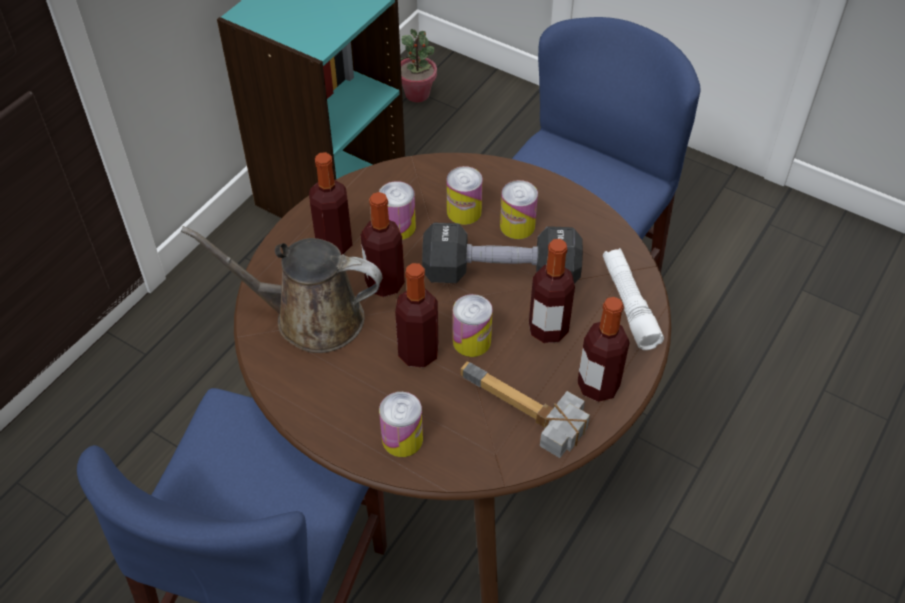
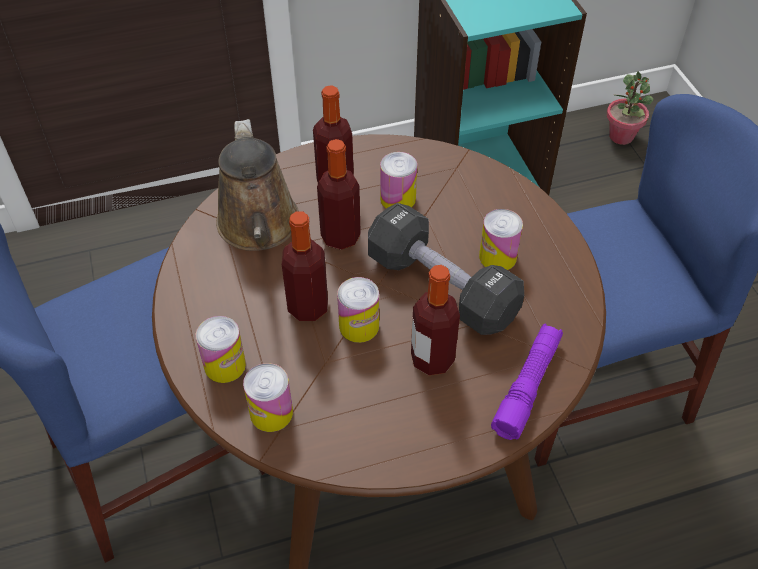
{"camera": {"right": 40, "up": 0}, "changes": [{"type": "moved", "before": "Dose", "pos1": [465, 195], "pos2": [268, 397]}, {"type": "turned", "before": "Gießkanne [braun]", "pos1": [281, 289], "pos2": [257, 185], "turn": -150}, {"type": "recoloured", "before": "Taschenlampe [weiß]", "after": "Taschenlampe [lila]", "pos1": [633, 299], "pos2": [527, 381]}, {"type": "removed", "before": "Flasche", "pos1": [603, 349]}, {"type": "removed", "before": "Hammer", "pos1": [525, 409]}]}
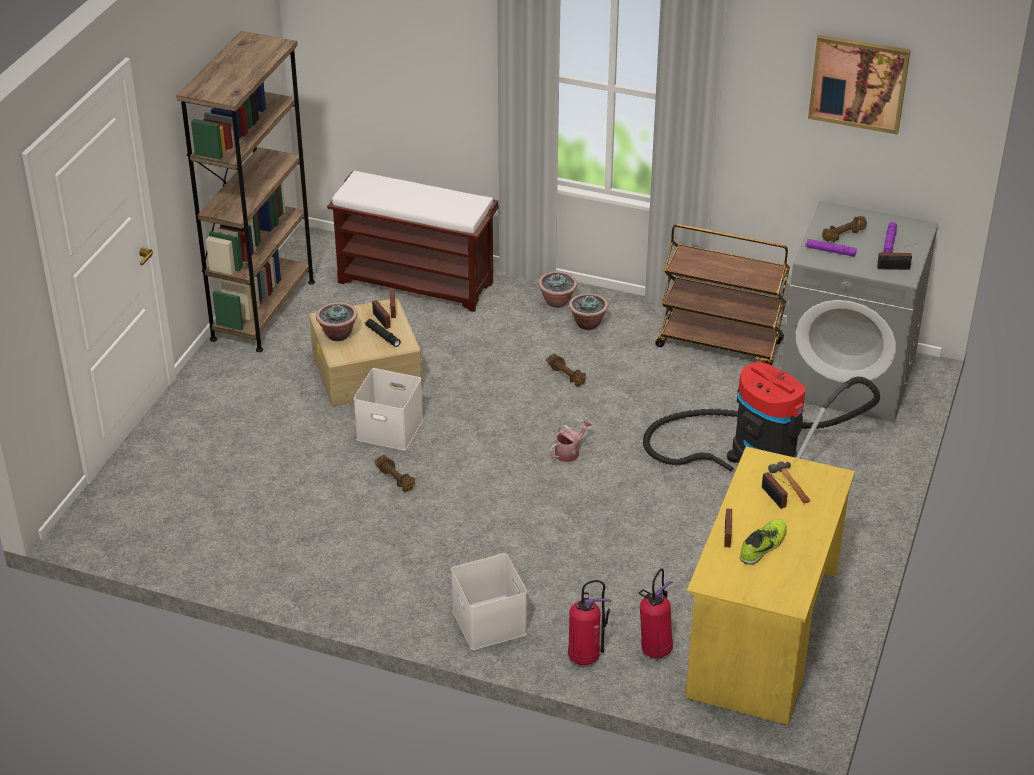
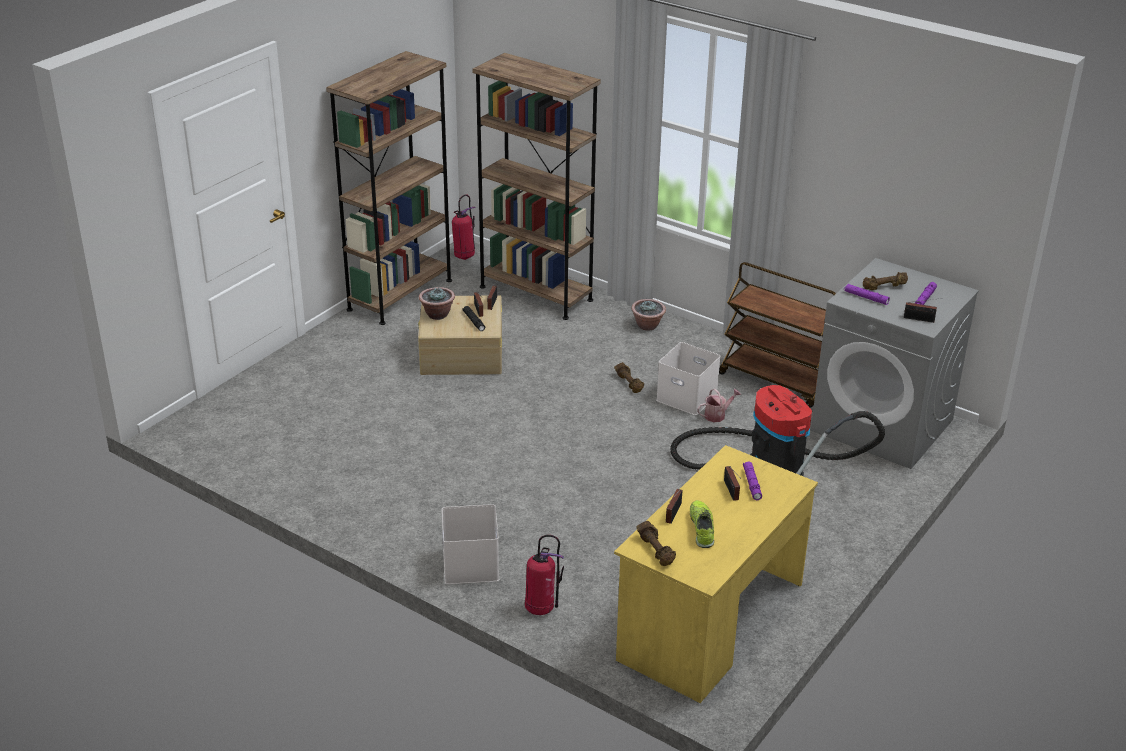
{"camera": {"right": 15, "up": -5}, "changes": [{"type": "removed", "before": "Bild", "pos1": [859, 84]}, {"type": "replaced", "before": "Bank [braun]", "after": "Bücherregal [braun]", "pos1": [413, 241], "pos2": [536, 186]}, {"type": "removed", "before": "Topfpflanze", "pos1": [588, 311]}, {"type": "moved", "before": "Aufbewahrungsbox [weiß]", "pos1": [388, 409], "pos2": [688, 378]}, {"type": "moved", "before": "Gießkanne", "pos1": [571, 441], "pos2": [719, 405]}, {"type": "moved", "before": "Hantel [braun]", "pos1": [394, 473], "pos2": [656, 543]}, {"type": "replaced", "before": "Hammer", "after": "Taschenlampe [lila]", "pos1": [789, 482], "pos2": [752, 480]}, {"type": "turned", "before": "Schuh", "pos1": [763, 541], "pos2": [702, 524], "turn": -60}, {"type": "moved", "before": "Feuerlöscher", "pos1": [656, 613], "pos2": [464, 227]}]}
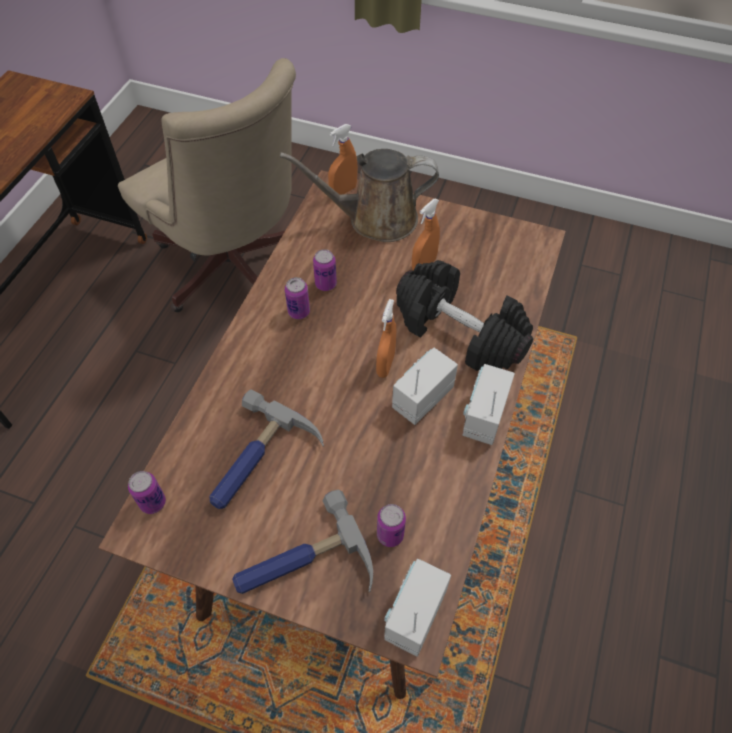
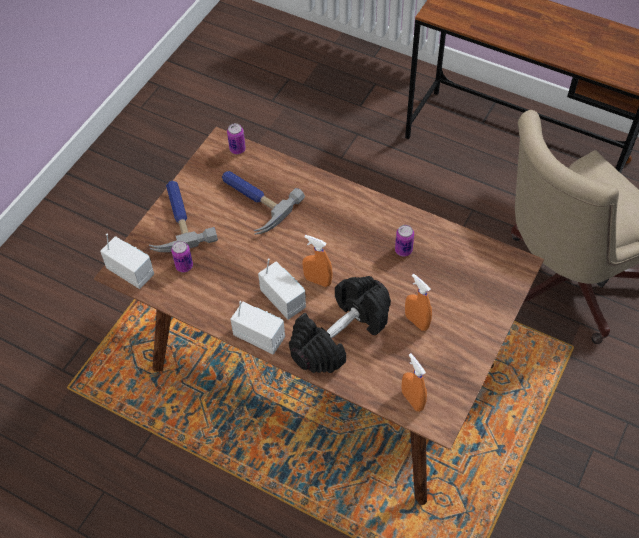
{"camera": {"right": 100, "up": 0}, "changes": [{"type": "moved", "before": "Sprühflasche [orange]", "pos1": [343, 159], "pos2": [414, 382]}, {"type": "removed", "before": "Gießkanne [braun]", "pos1": [359, 195]}, {"type": "removed", "before": "Dose", "pos1": [297, 298]}]}
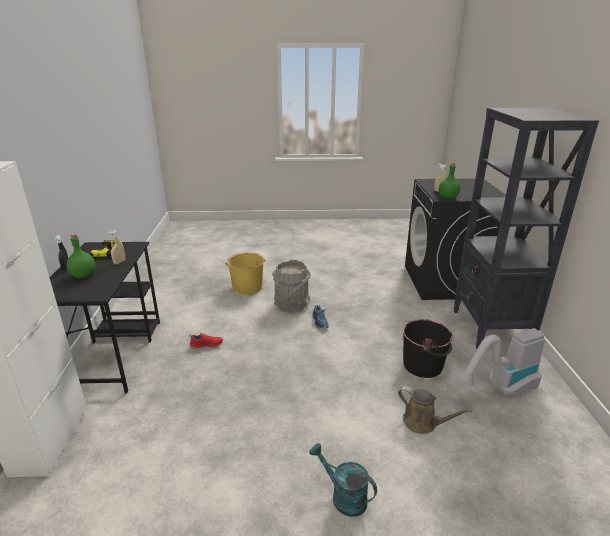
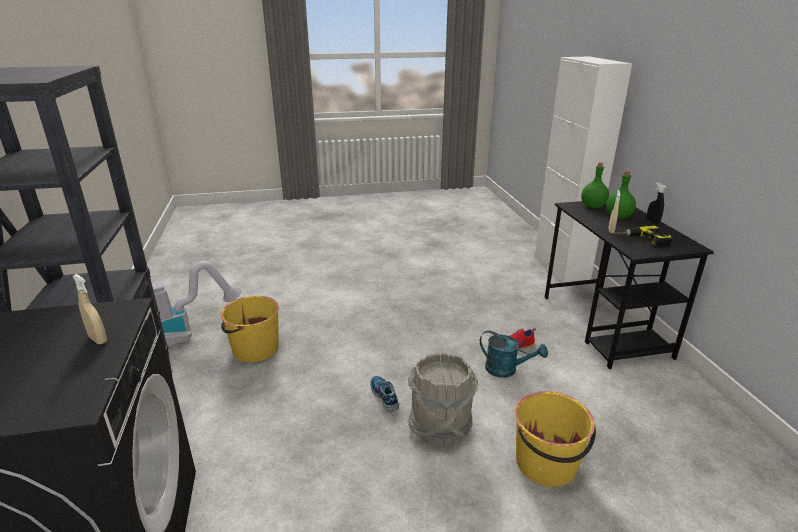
{"camera": {"right": 170, "up": 0}, "changes": [{"type": "moved", "before": "Flasche [grün]", "pos1": [449, 181], "pos2": [595, 185]}, {"type": "recoloured", "before": "Eimer [schwarz]", "after": "Eimer [gelb]", "pos1": [428, 348], "pos2": [249, 329]}, {"type": "removed", "before": "Gießkanne [braun]", "pos1": [435, 410]}, {"type": "moved", "before": "Gießkanne [türkis]", "pos1": [343, 480], "pos2": [514, 354]}]}
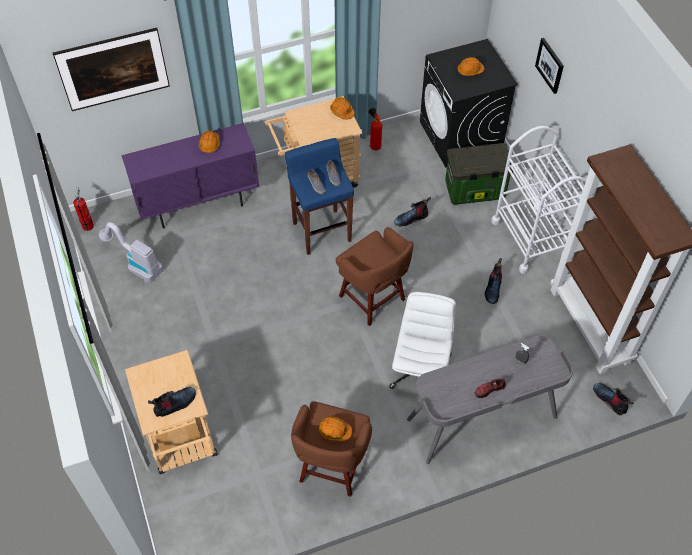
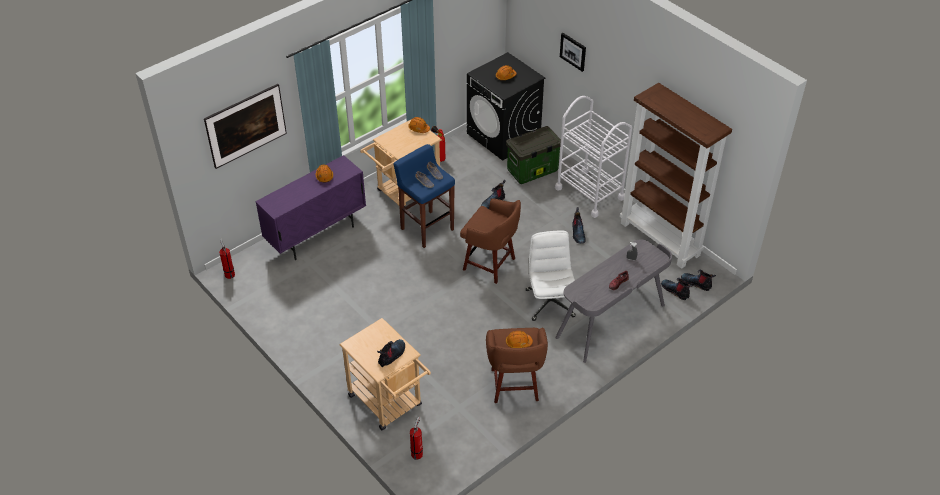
{"camera": {"right": -20, "up": -10}, "changes": [{"type": "removed", "before": "Staubsauger", "pos1": [131, 252]}, {"type": "added", "after": "Stiefel", "pos2": [677, 289]}, {"type": "added", "after": "Feuerlöscher", "pos2": [416, 438]}]}
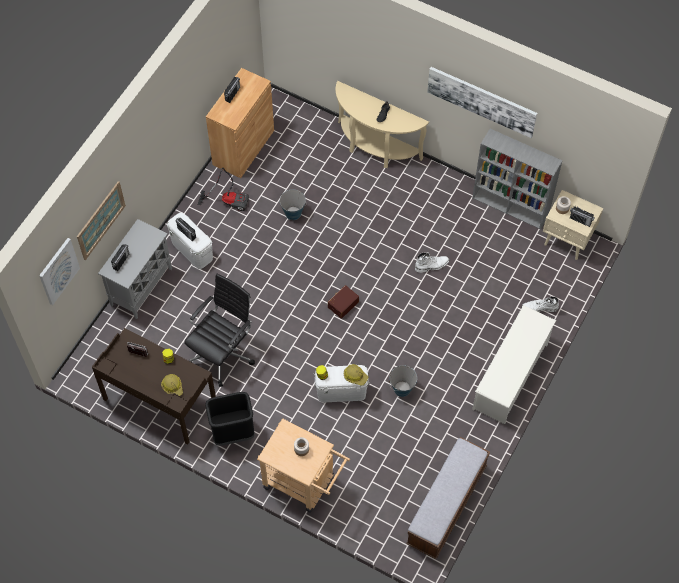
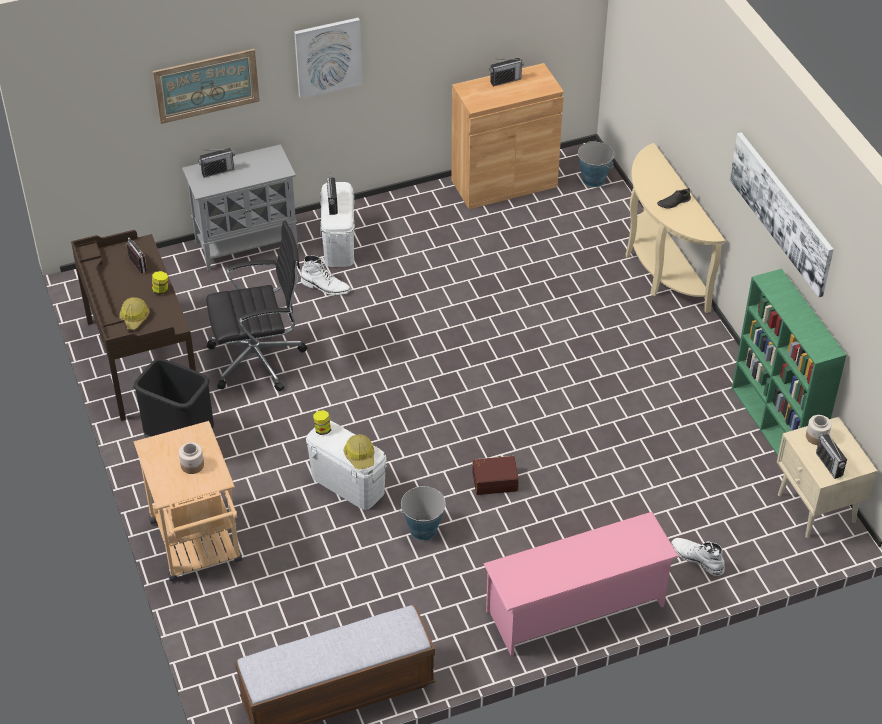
{"camera": {"right": 40, "up": -15}, "changes": [{"type": "recoloured", "before": "Bücherregal [grau]", "after": "Bücherregal [grün]", "pos1": [517, 179], "pos2": [789, 362]}, {"type": "removed", "before": "Staubsauger", "pos1": [223, 189]}, {"type": "moved", "before": "Eimer", "pos1": [293, 204], "pos2": [596, 164]}, {"type": "moved", "before": "Bild", "pos1": [59, 271], "pos2": [328, 58]}, {"type": "moved", "before": "Stiefel [weiß]", "pos1": [432, 262], "pos2": [326, 275]}, {"type": "moved", "before": "Aufbewahrungsbox [braun]", "pos1": [343, 302], "pos2": [495, 475]}, {"type": "recoloured", "before": "Schuhregal [weiß]", "after": "Schuhregal [rosa]", "pos1": [514, 364], "pos2": [581, 584]}]}
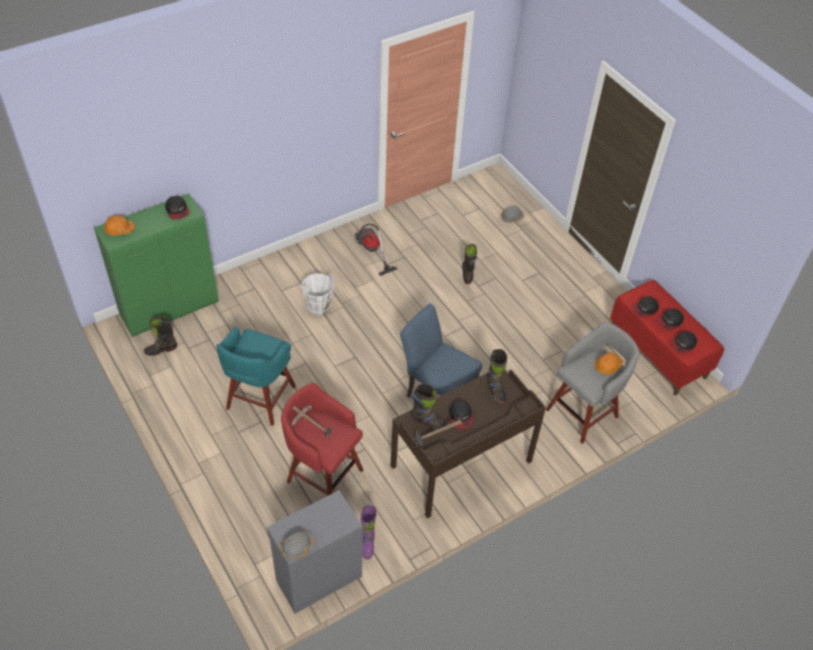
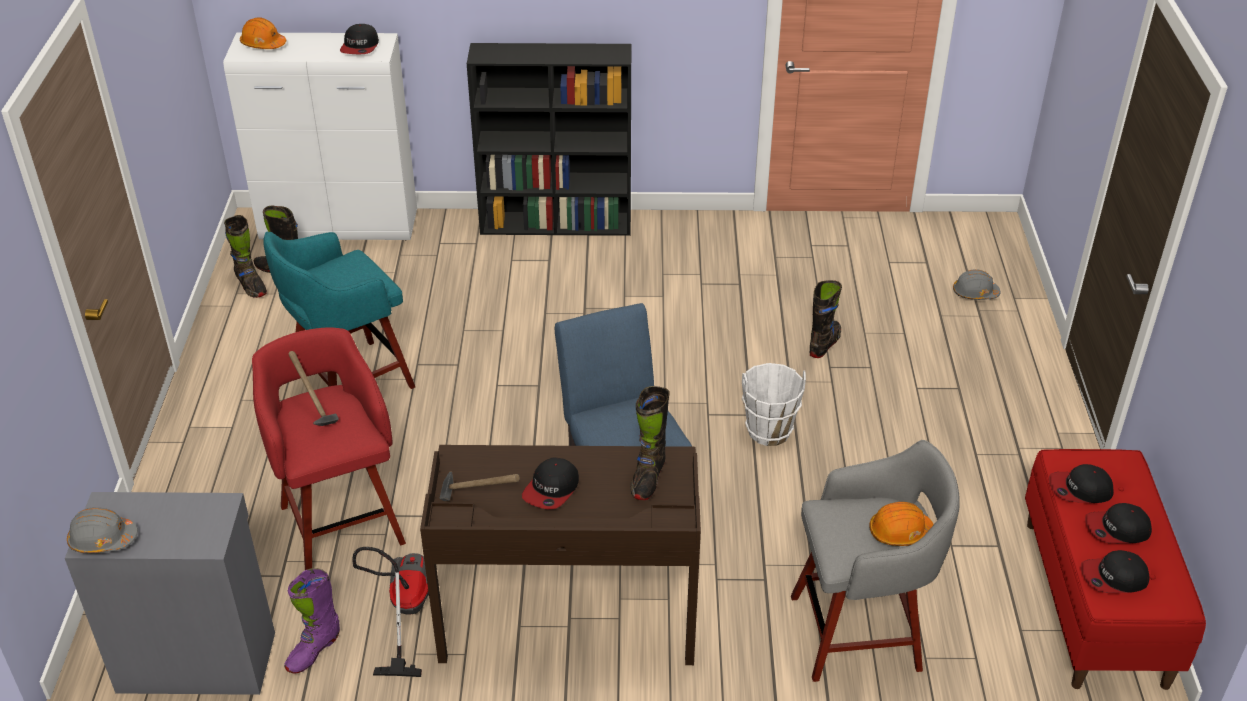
{"camera": {"right": 35, "up": -10}, "changes": [{"type": "recoloured", "before": "Schrank [grün]", "after": "Schrank [weiß]", "pos1": [156, 265], "pos2": [320, 136]}, {"type": "moved", "before": "Staubsauger", "pos1": [375, 250], "pos2": [394, 612]}, {"type": "moved", "before": "Eimer [weiß]", "pos1": [318, 294], "pos2": [774, 404]}, {"type": "moved", "before": "Stiefel [schwarz]", "pos1": [429, 406], "pos2": [245, 256]}, {"type": "added", "after": "Bücherregal [schwarz]", "pos2": [549, 139]}]}
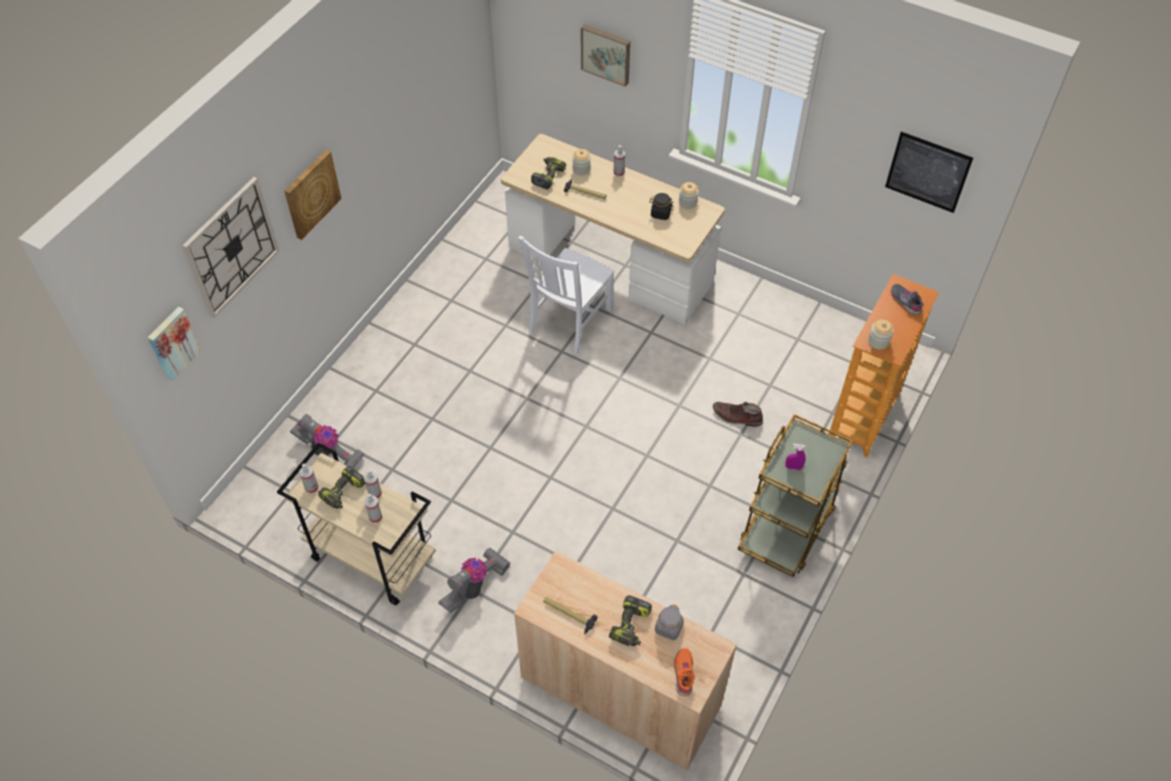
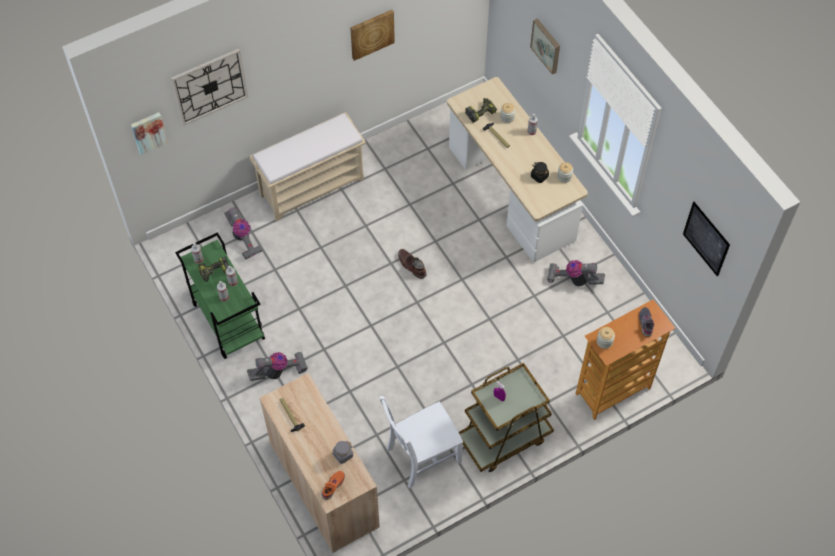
{"camera": {"right": 30, "up": 5}, "changes": [{"type": "moved", "before": "Bild", "pos1": [313, 194], "pos2": [372, 35]}, {"type": "moved", "before": "Stuhl [weiß]", "pos1": [566, 295], "pos2": [421, 442]}, {"type": "moved", "before": "Stiefel [braun]", "pos1": [738, 414], "pos2": [412, 264]}, {"type": "recoloured", "before": "Rollwagen [beige]", "after": "Rollwagen [grün]", "pos1": [356, 523], "pos2": [220, 295]}, {"type": "removed", "before": "Bohrmaschine", "pos1": [630, 620]}, {"type": "added", "after": "Bank [beige]", "pos2": [308, 166]}, {"type": "added", "after": "Staubsauger", "pos2": [576, 273]}]}
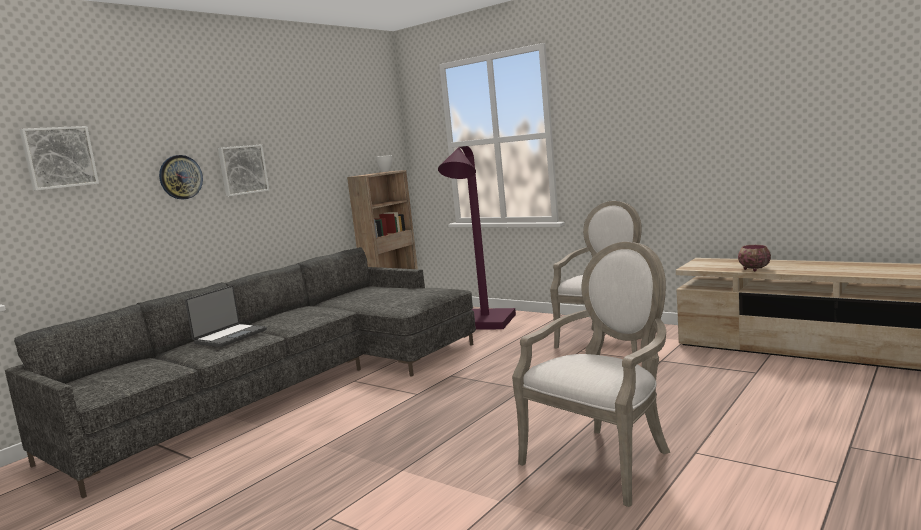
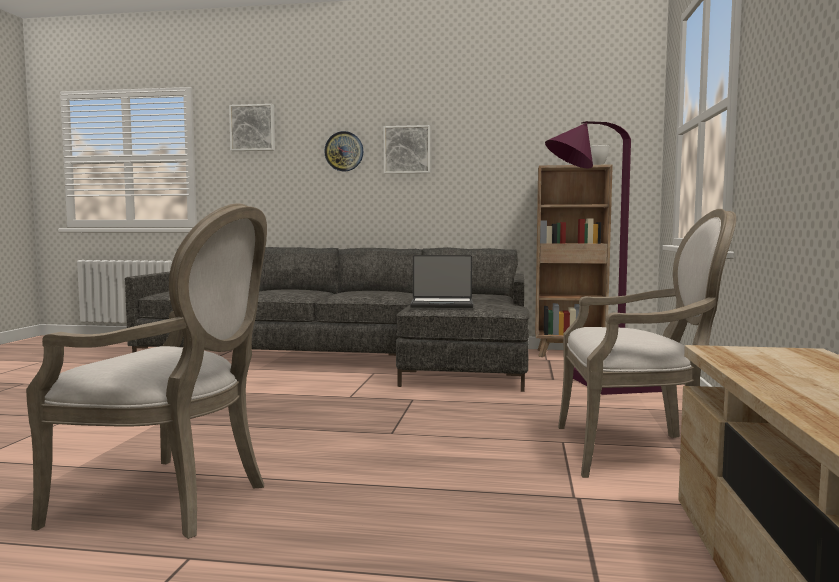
{"camera": {"right": 60, "up": -5}, "changes": [{"type": "removed", "before": "Schüssel", "pos1": [754, 258]}, {"type": "moved", "before": "Laptop", "pos1": [226, 316], "pos2": [441, 281]}]}
